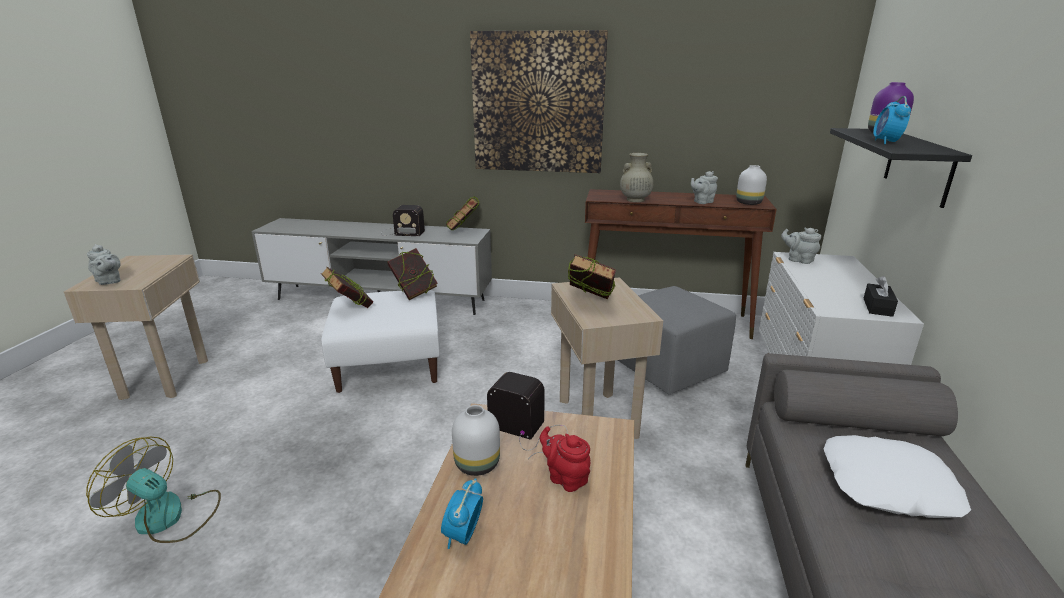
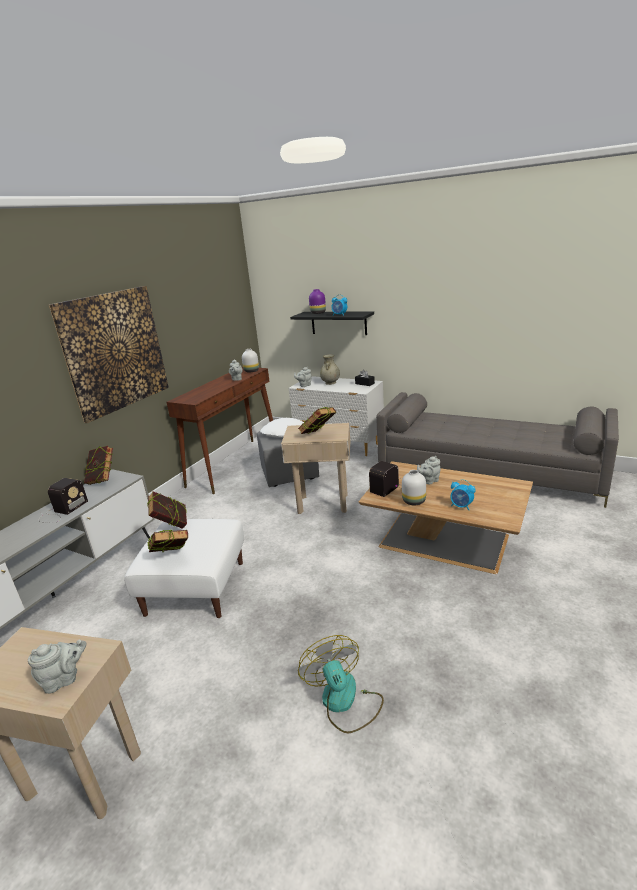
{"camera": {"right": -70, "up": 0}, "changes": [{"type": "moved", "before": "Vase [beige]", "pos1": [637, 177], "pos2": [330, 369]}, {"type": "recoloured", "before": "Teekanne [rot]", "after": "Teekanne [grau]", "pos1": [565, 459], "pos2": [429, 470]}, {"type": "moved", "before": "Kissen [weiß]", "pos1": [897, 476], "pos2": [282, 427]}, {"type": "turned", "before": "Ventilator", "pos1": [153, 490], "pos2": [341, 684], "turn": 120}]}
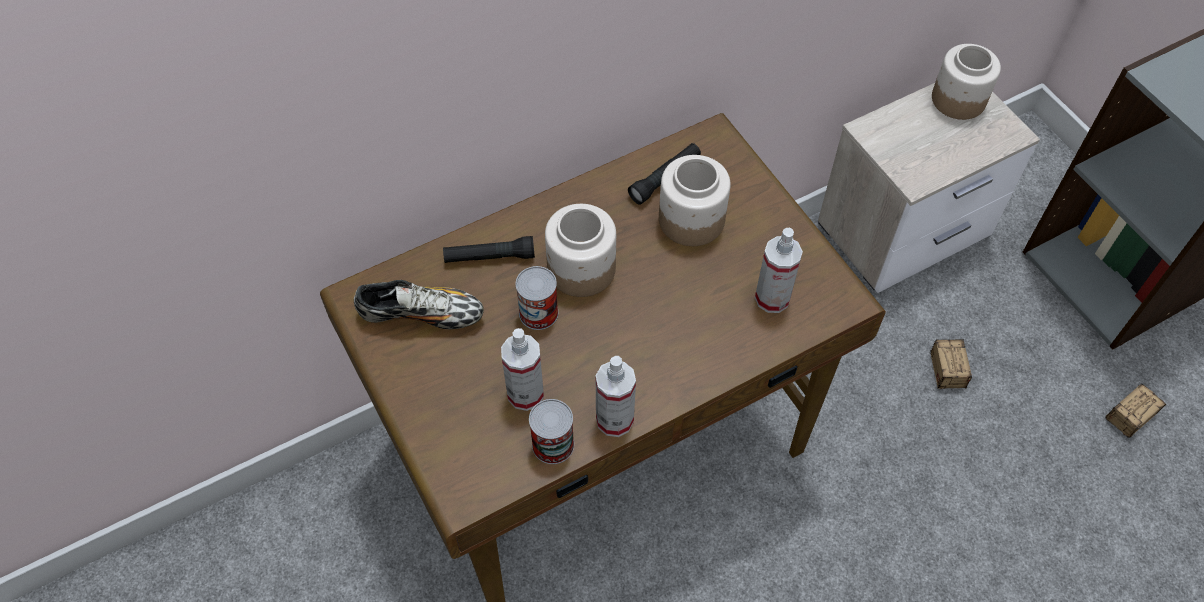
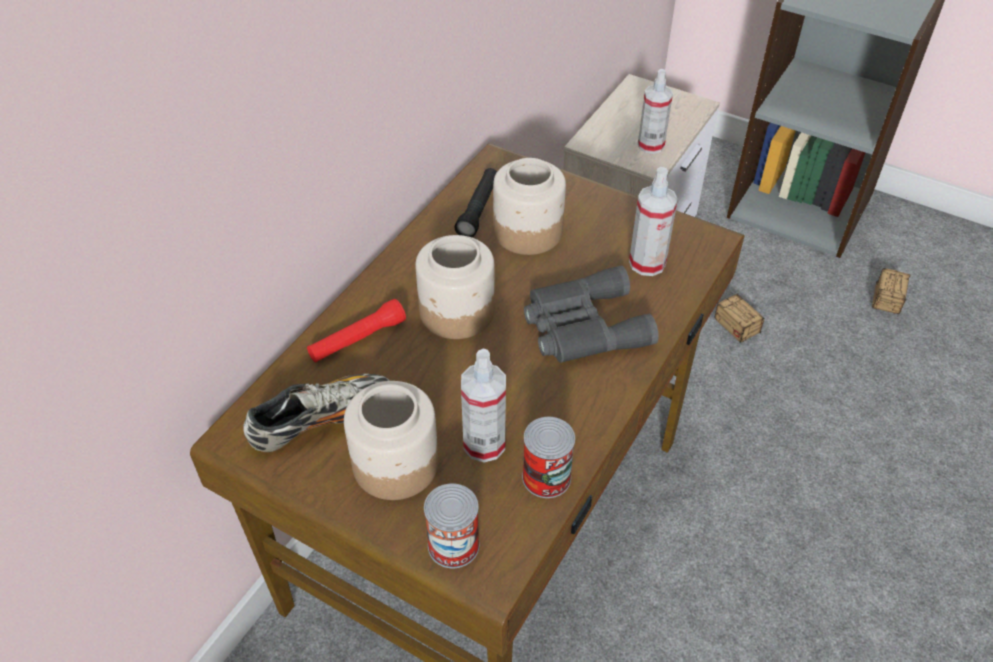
{"camera": {"right": -30, "up": -10}, "changes": [{"type": "moved", "before": "Vorratsglas", "pos1": [966, 82], "pos2": [391, 440]}, {"type": "recoloured", "before": "Taschenlampe [schwarz]", "after": "Taschenlampe [rot]", "pos1": [489, 249], "pos2": [356, 330]}, {"type": "moved", "before": "Dose", "pos1": [536, 298], "pos2": [452, 525]}, {"type": "moved", "before": "Sprühflasche", "pos1": [616, 396], "pos2": [655, 111]}, {"type": "added", "after": "Fernglas [grau]", "pos2": [591, 314]}]}
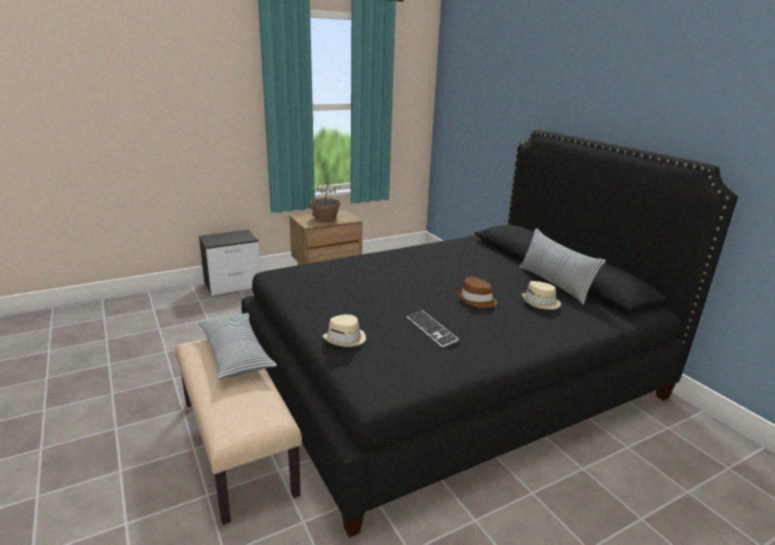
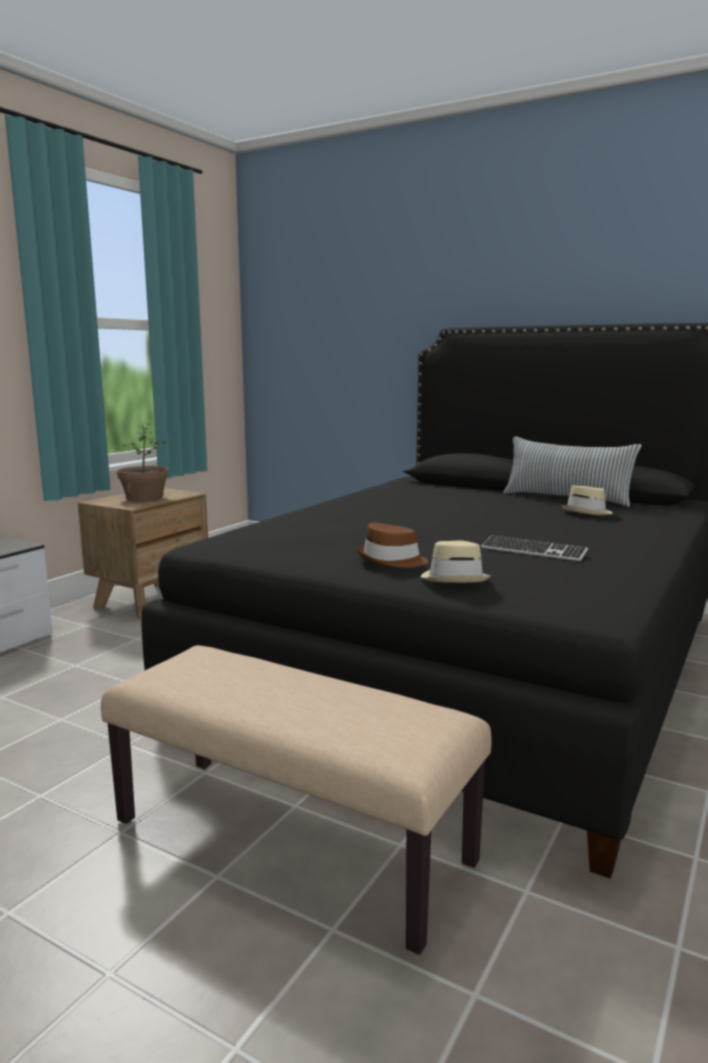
{"camera": {"right": -30, "up": -10}, "changes": [{"type": "moved", "before": "Hut [braun]", "pos1": [478, 292], "pos2": [392, 545]}, {"type": "removed", "before": "Kissen", "pos1": [237, 346]}]}
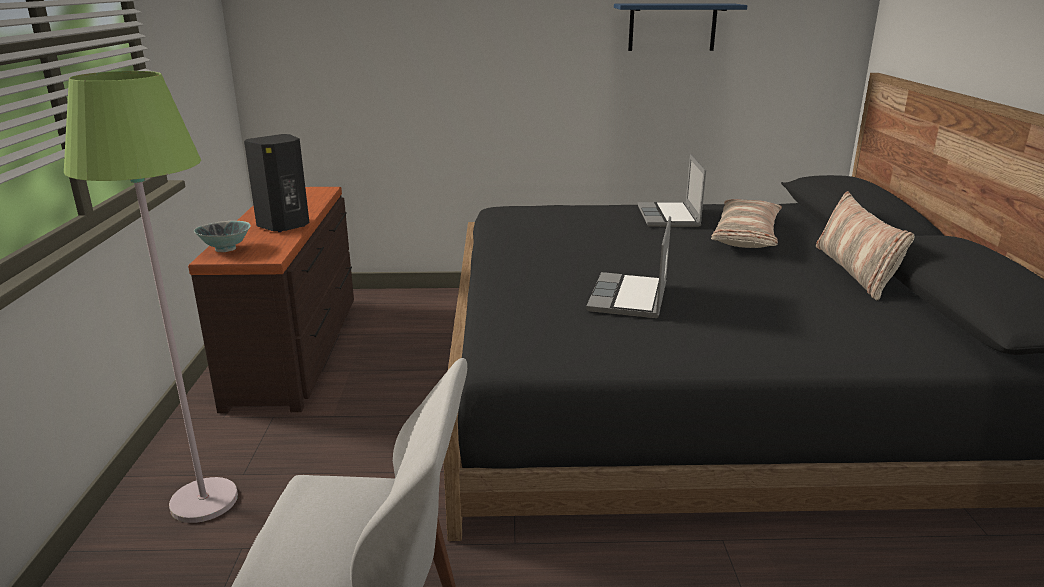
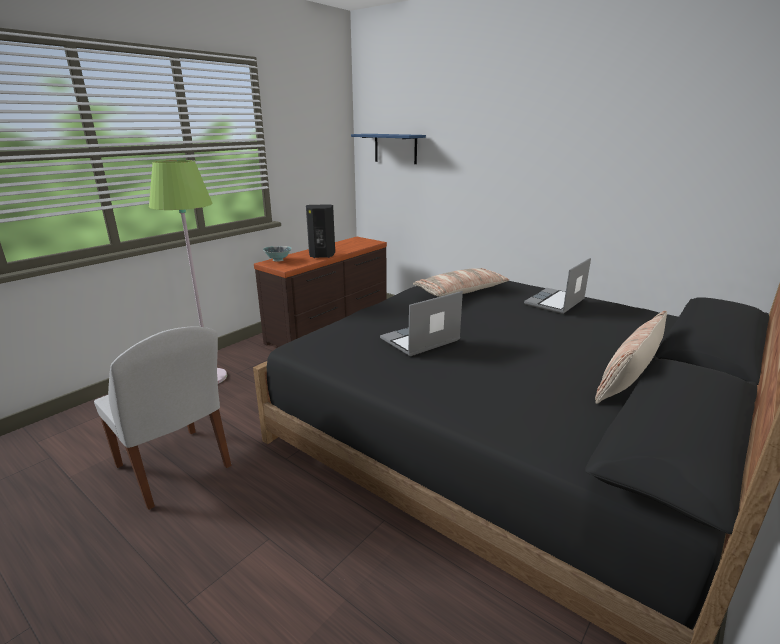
{"camera": {"right": 40, "up": 0}, "changes": [{"type": "moved", "before": "Wandregal [blau]", "pos1": [680, 27], "pos2": [388, 149]}, {"type": "moved", "before": "Kissen", "pos1": [746, 223], "pos2": [461, 282]}]}
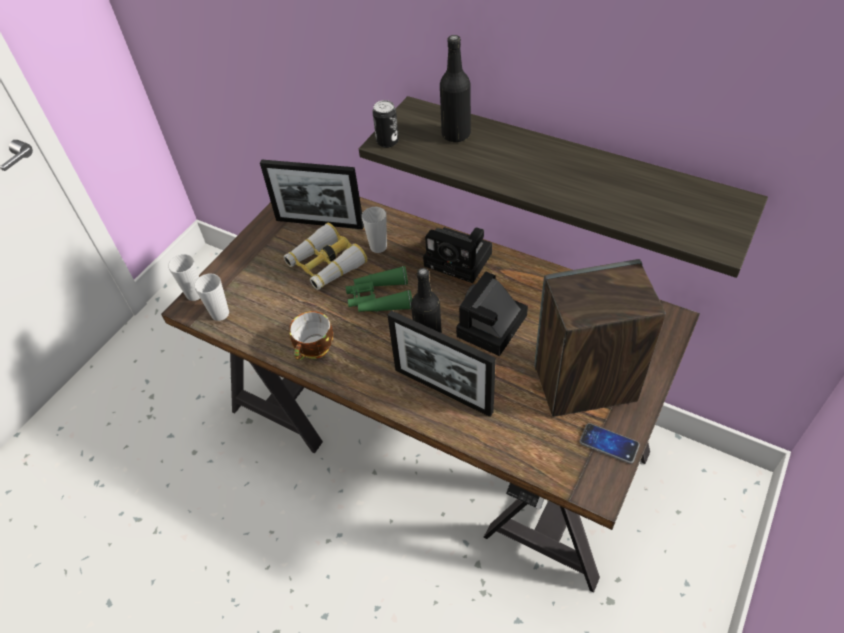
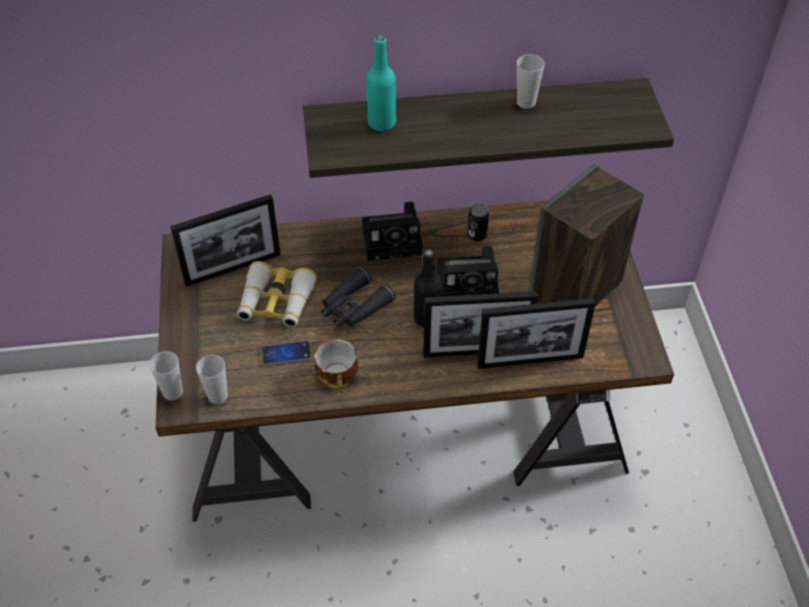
{"camera": {"right": -40, "up": 0}, "changes": [{"type": "recoloured", "before": "Flasche [schwarz]", "after": "Flasche [türkis]", "pos1": [455, 88], "pos2": [381, 83]}, {"type": "moved", "before": "Dose", "pos1": [385, 124], "pos2": [478, 222]}, {"type": "moved", "before": "Tasse", "pos1": [374, 230], "pos2": [531, 81]}, {"type": "recoloured", "before": "Fernglas [grün]", "after": "Fernglas [schwarz]", "pos1": [378, 289], "pos2": [358, 297]}, {"type": "turned", "before": "Kamera", "pos1": [492, 314], "pos2": [468, 271], "turn": -90}, {"type": "moved", "before": "Handy", "pos1": [609, 443], "pos2": [286, 353]}, {"type": "added", "after": "Bilderrahmen", "pos2": [536, 333]}]}
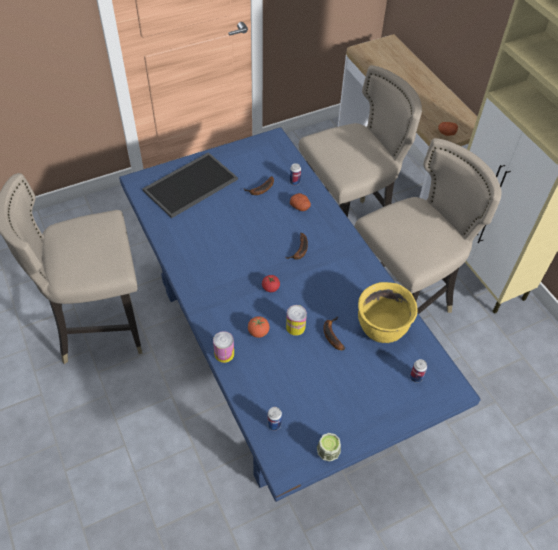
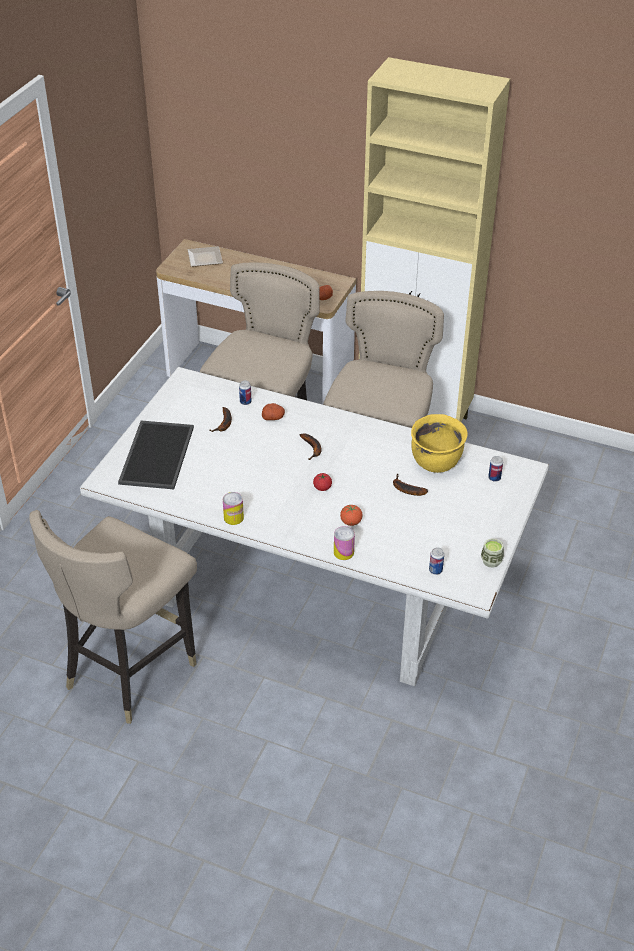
{"camera": {"right": -40, "up": -10}, "changes": [{"type": "recoloured", "before": "Esstisch [blau]", "after": "Esstisch [weiß]", "pos1": [300, 314], "pos2": [314, 526]}, {"type": "moved", "before": "Dose", "pos1": [296, 320], "pos2": [233, 508]}, {"type": "added", "after": "Teller", "pos2": [205, 256]}]}
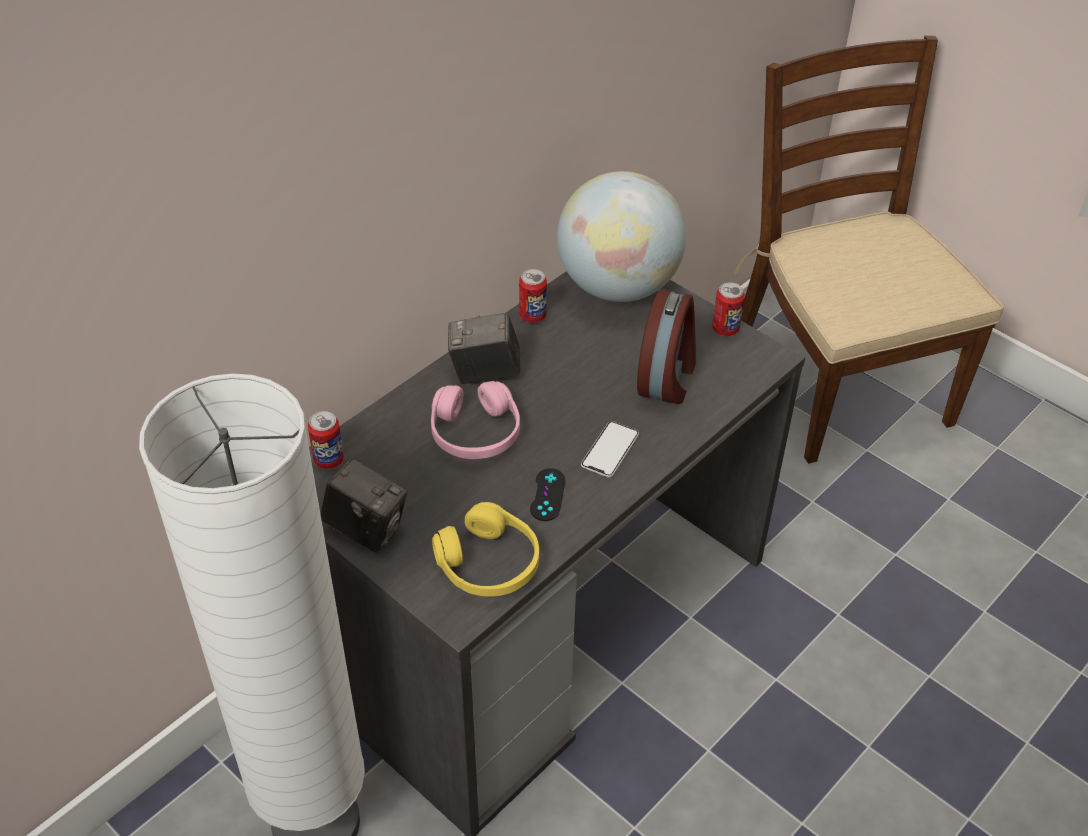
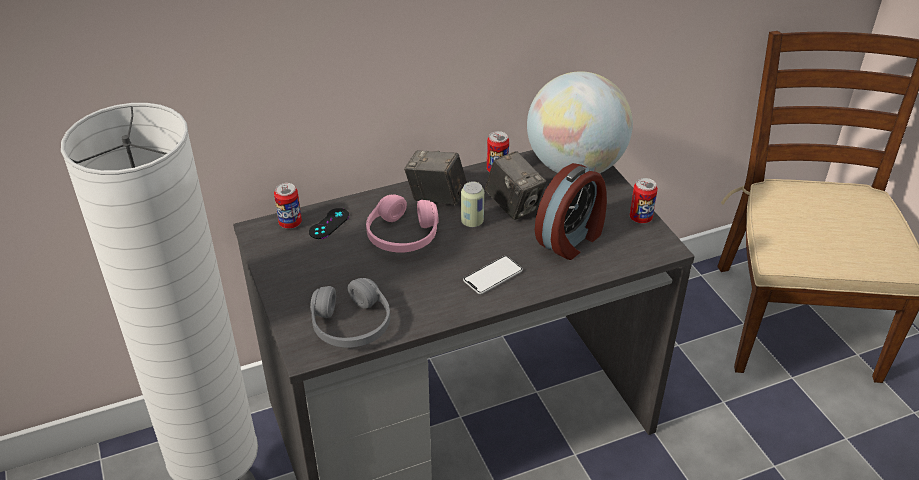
{"camera": {"right": 25, "up": -5}, "changes": [{"type": "moved", "before": "Kamera", "pos1": [364, 505], "pos2": [515, 185]}, {"type": "moved", "before": "Gamepad [schwarz]", "pos1": [547, 494], "pos2": [329, 223]}, {"type": "recoloured", "before": "Kopfhörer [gelb]", "after": "Kopfhörer [grau]", "pos1": [485, 549], "pos2": [350, 313]}, {"type": "added", "after": "Dose", "pos2": [472, 204]}]}
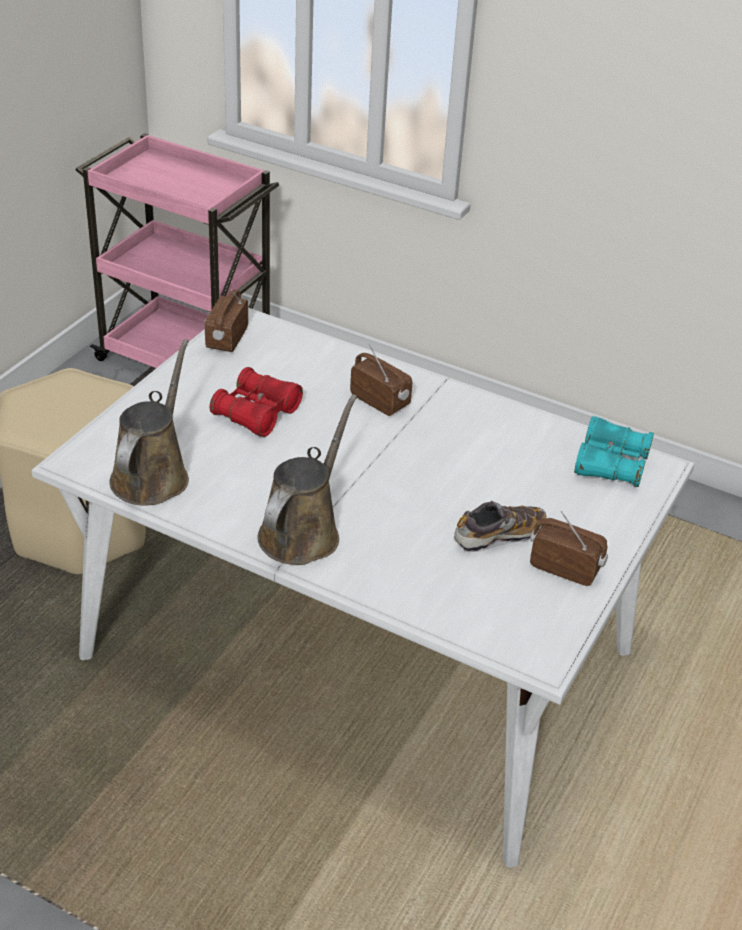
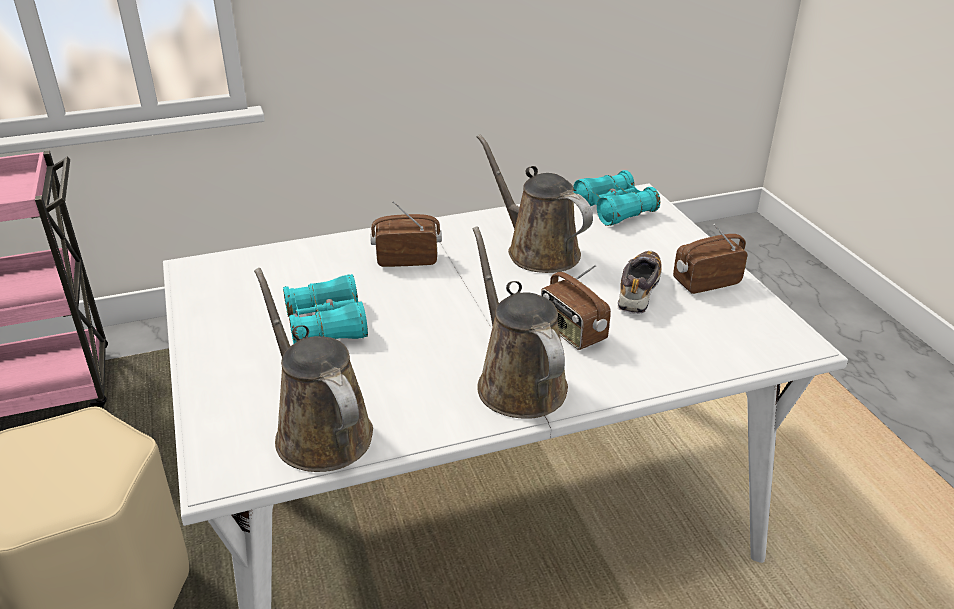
{"camera": {"right": -45, "up": -5}, "changes": [{"type": "moved", "before": "Radio", "pos1": [226, 320], "pos2": [576, 307]}, {"type": "recoloured", "before": "Fernglas [rot]", "after": "Fernglas [türkis]", "pos1": [256, 402], "pos2": [325, 309]}, {"type": "added", "after": "Gießkanne [braun]", "pos2": [534, 203]}]}
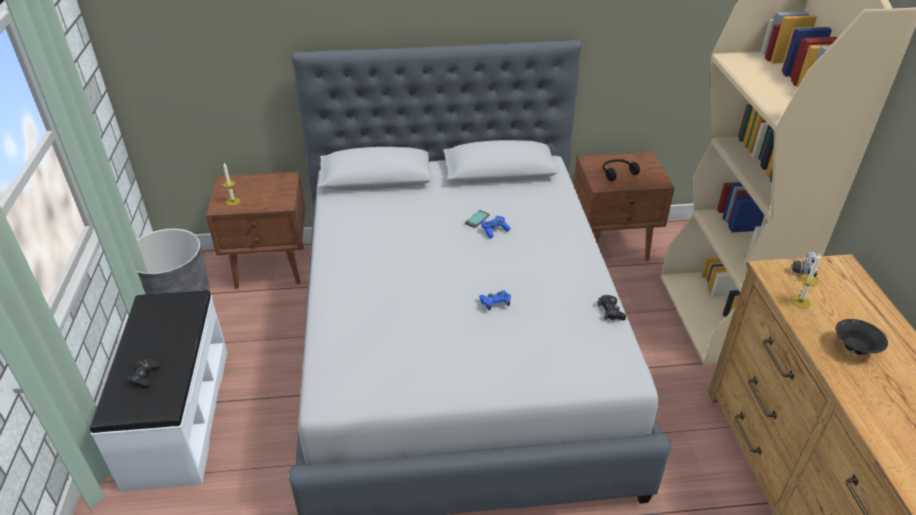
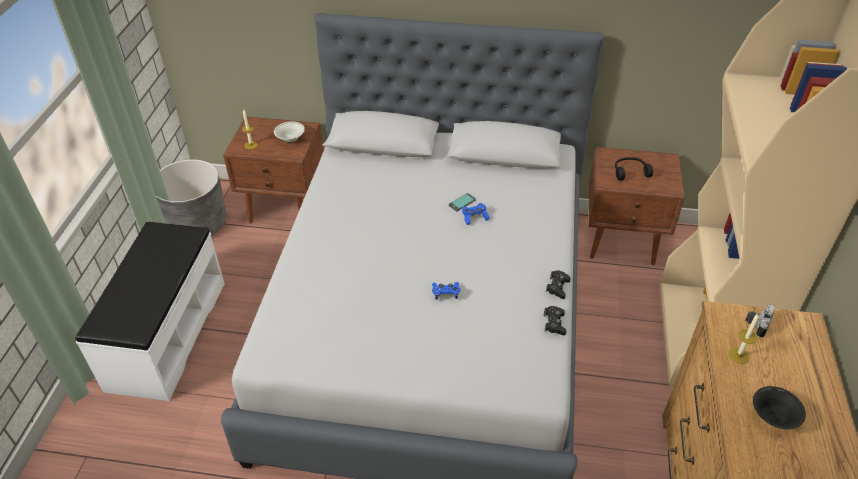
{"camera": {"right": 15, "up": 5}, "changes": [{"type": "moved", "before": "Gamepad [schwarz]", "pos1": [144, 374], "pos2": [558, 285]}, {"type": "added", "after": "Schüssel [weiß]", "pos2": [289, 132]}]}
